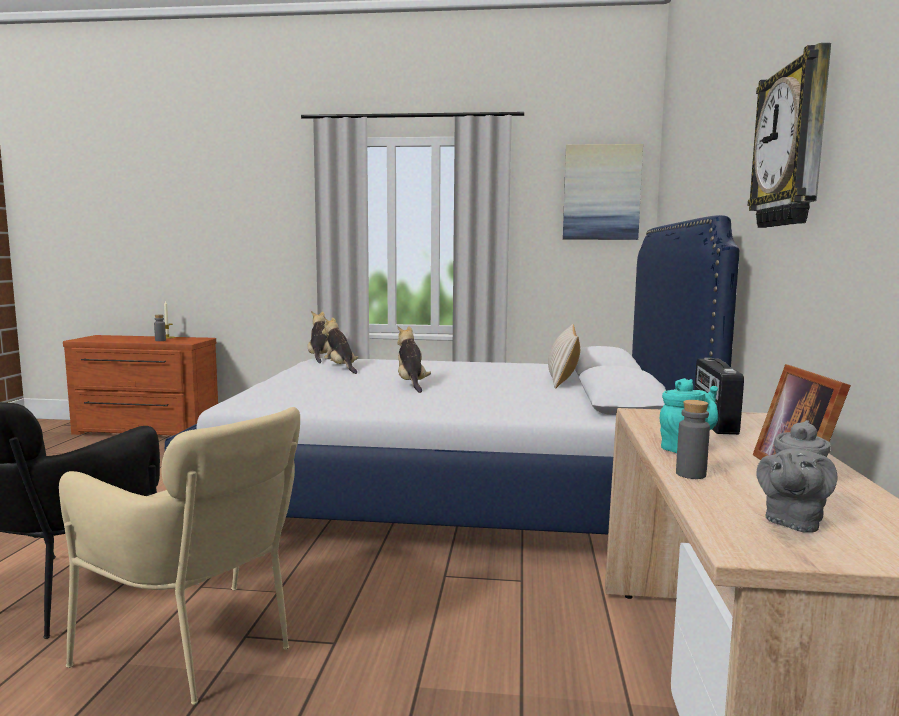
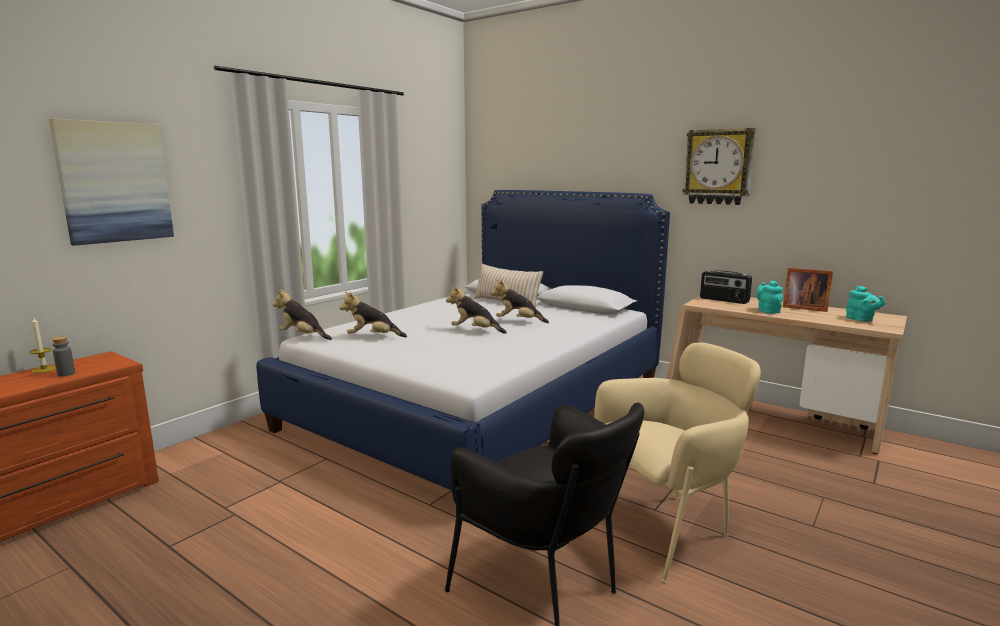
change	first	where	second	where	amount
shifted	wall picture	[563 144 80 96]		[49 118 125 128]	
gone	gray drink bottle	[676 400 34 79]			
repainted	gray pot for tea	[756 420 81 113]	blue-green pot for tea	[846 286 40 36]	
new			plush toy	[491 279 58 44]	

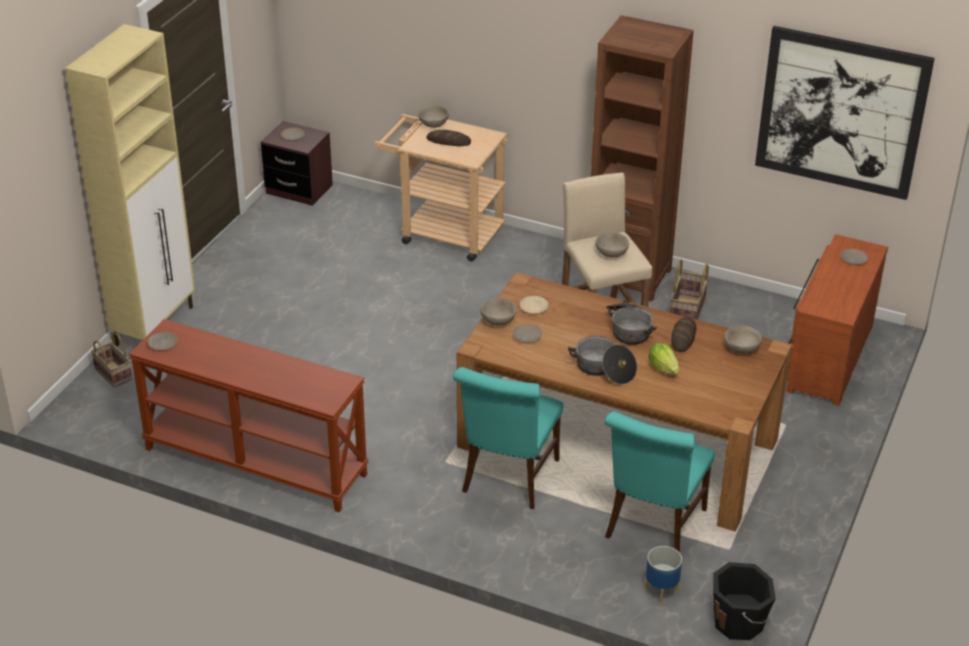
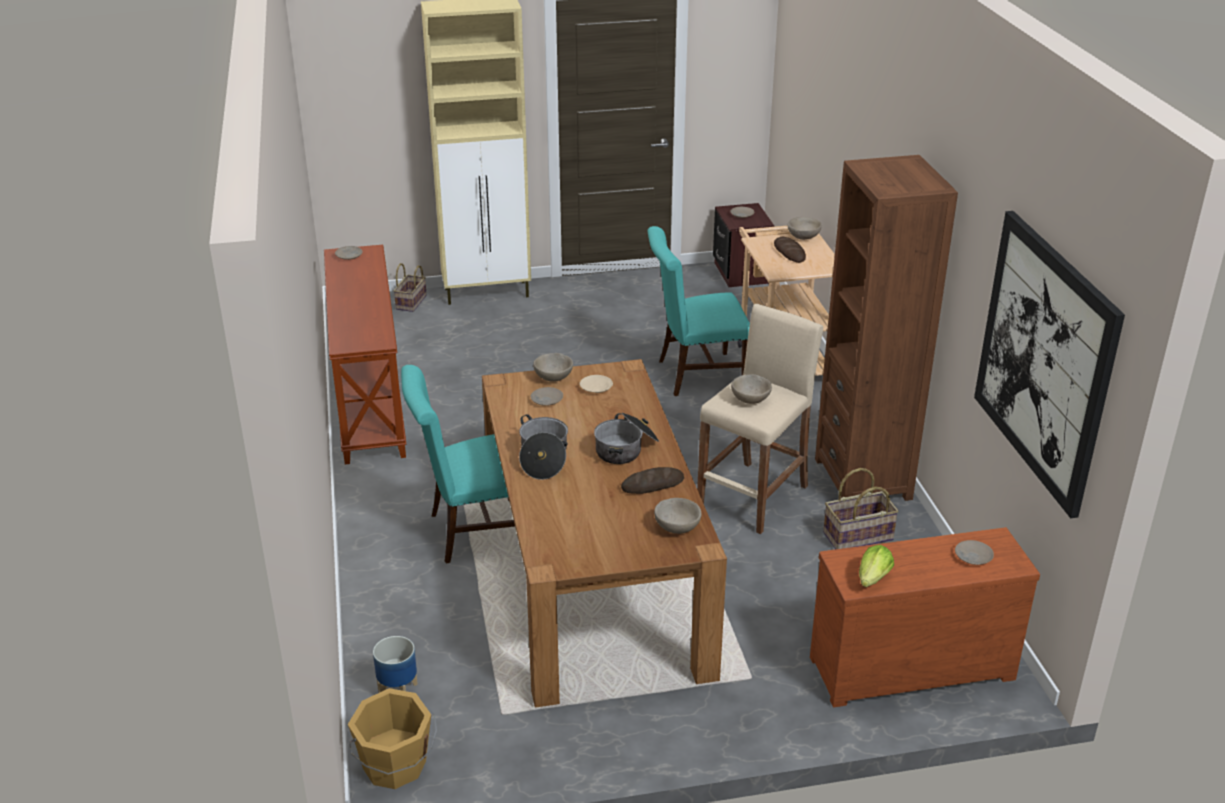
change	first	where	second	where	amount
shifted	lettuce head	[648 343 31 32]		[859 545 35 42]	
shifted	blue-green upright chair	[604 411 111 142]		[648 226 102 170]	
repainted	blackish water bucket	[713 562 63 78]	orange water bucket	[348 688 89 101]	

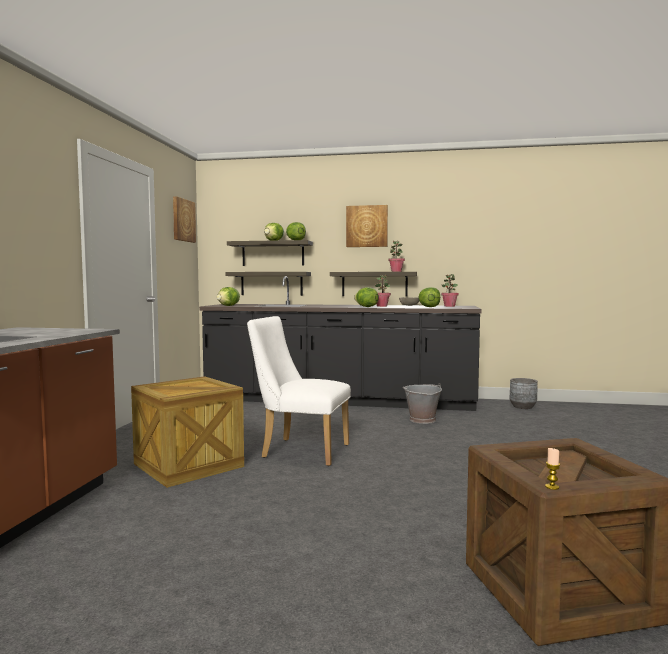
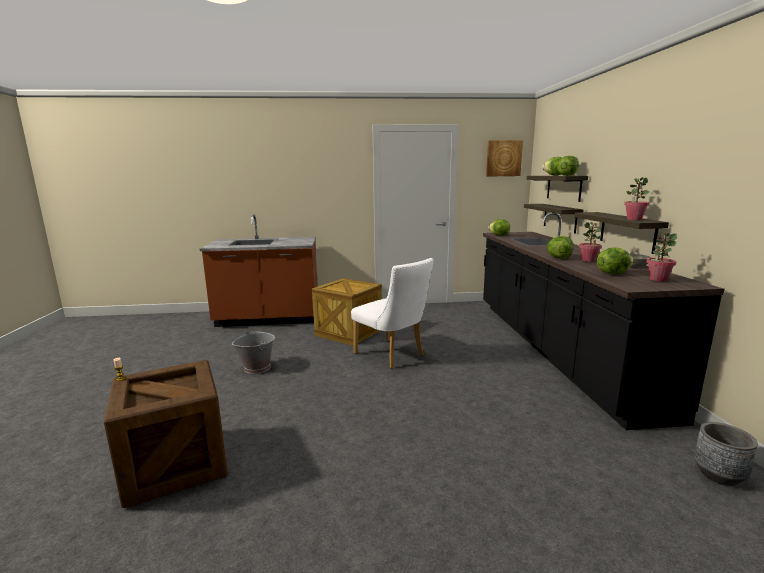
change	first	where	second	where	amount
gone	wall picture	[346 205 42 42]			
rotated	white-coloured upright chair	[247 316 104 150]		[351 258 83 111]	135 degrees clockwise
shifted	gray water bucket	[403 383 39 41]		[232 330 43 44]	

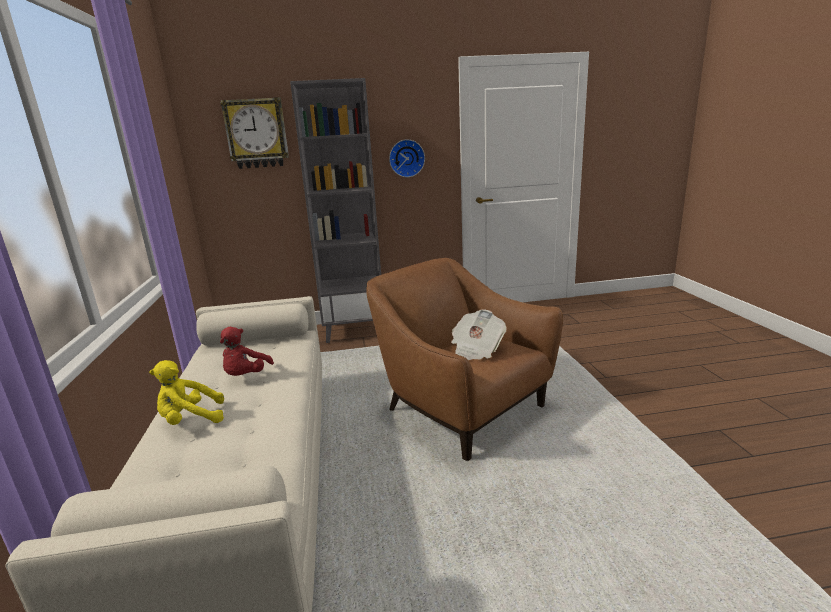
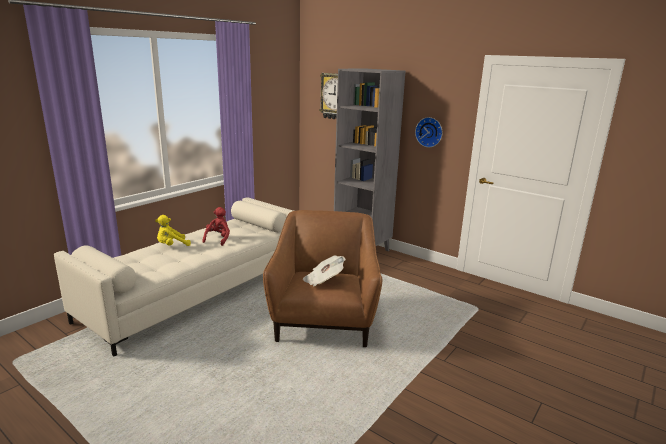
change	first	where	second	where	amount
rotated	red-coloured plush toy	[220 327 54 49]		[202 207 28 39]	135 degrees clockwise
rotated	yellow-coloured plush toy	[149 360 75 65]		[155 215 36 31]	60 degrees counterclockwise

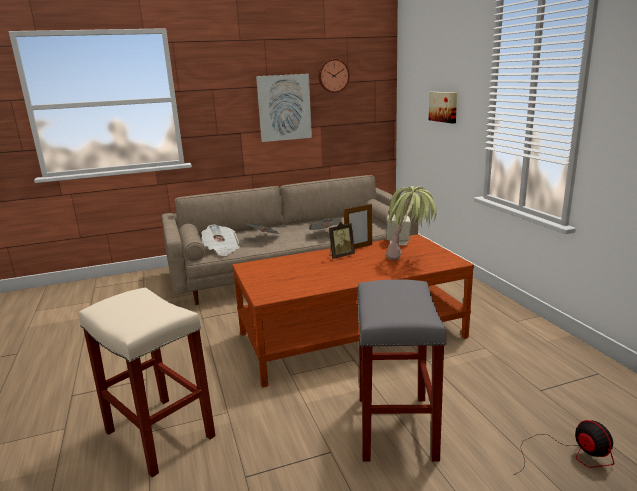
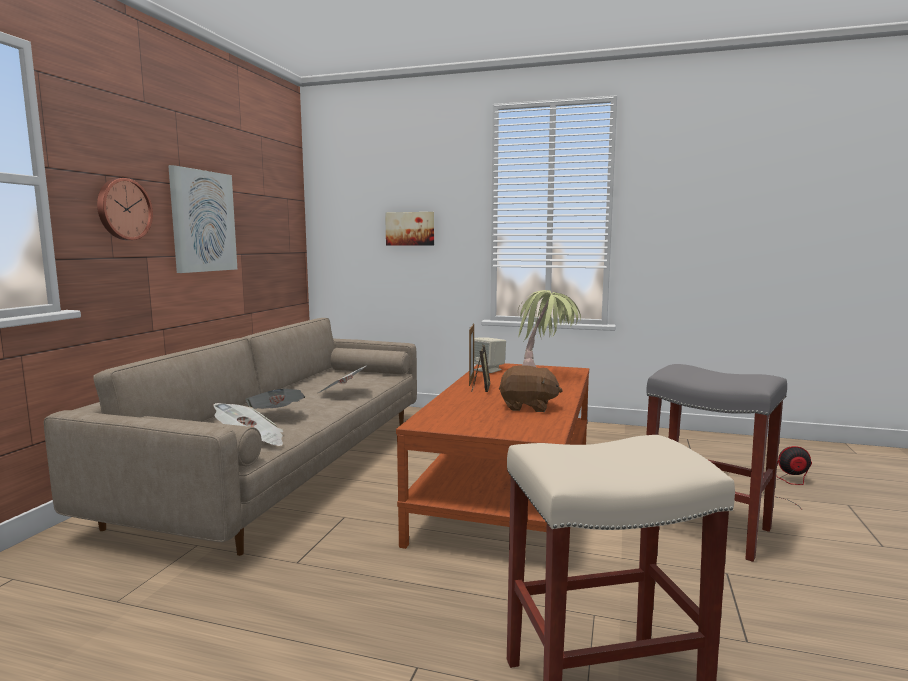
change	first	where	second	where	amount
shifted	wall clock	[318 59 32 34]		[97 178 56 62]	
new			brown-coloured plush toy	[499 365 64 47]	

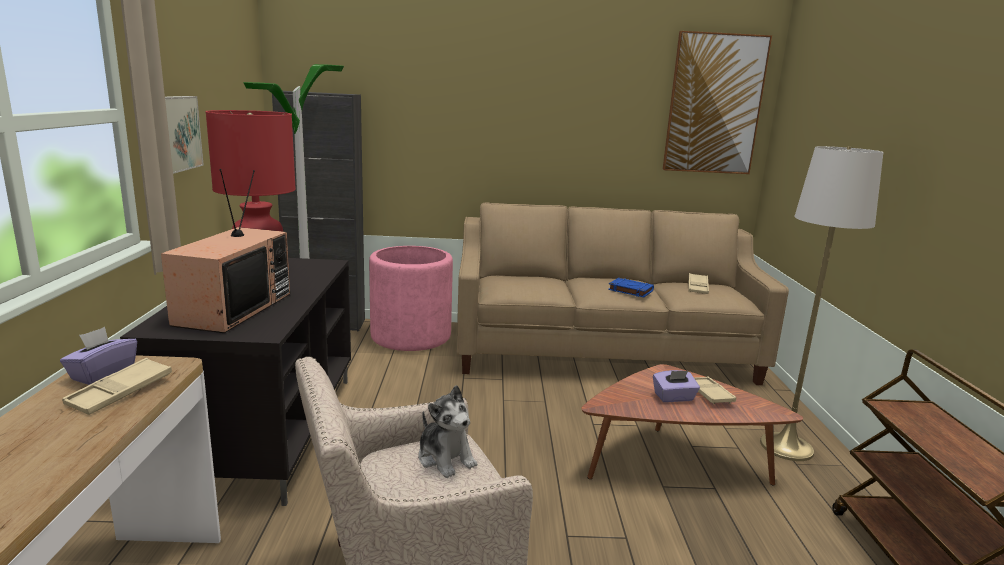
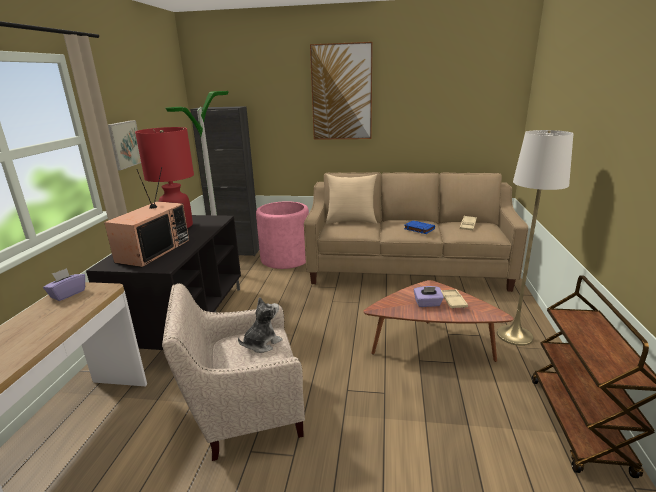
change	first	where	second	where	amount
shifted	wall picture	[662 31 110 143]		[310 42 63 98]	
gone	beige-coloured carrying tray	[62 358 110 57]			
rotated	plush toy	[418 385 59 93]		[238 297 44 56]	105 degrees counterclockwise
new			beige-coloured throw pillow	[326 174 51 50]	

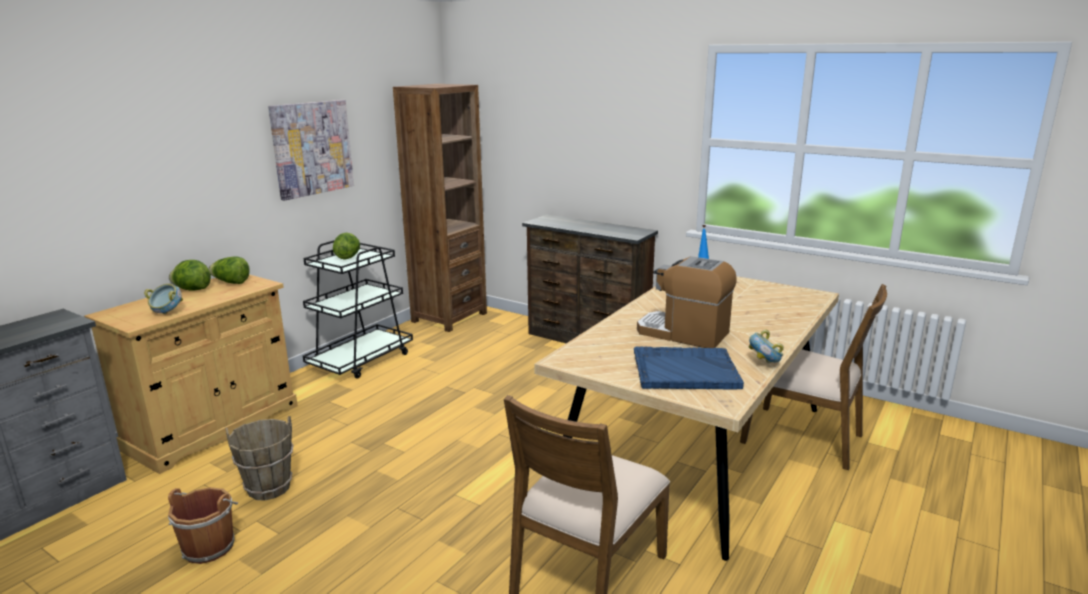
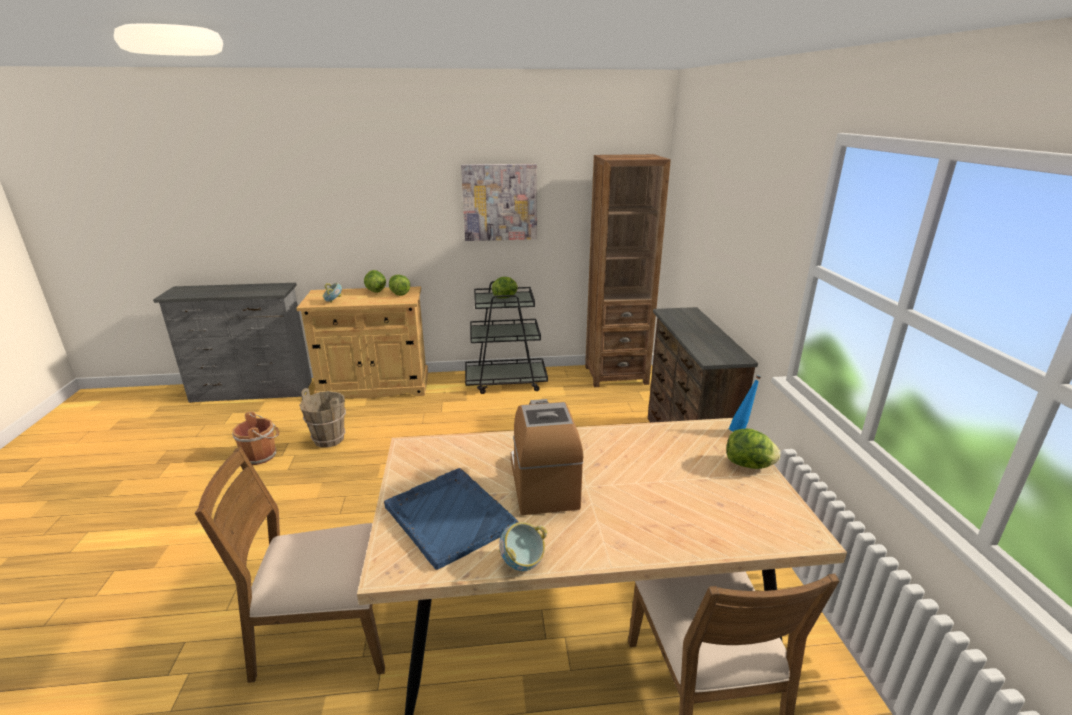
change	first	where	second	where	amount
new			lettuce head	[726 428 54 41]	

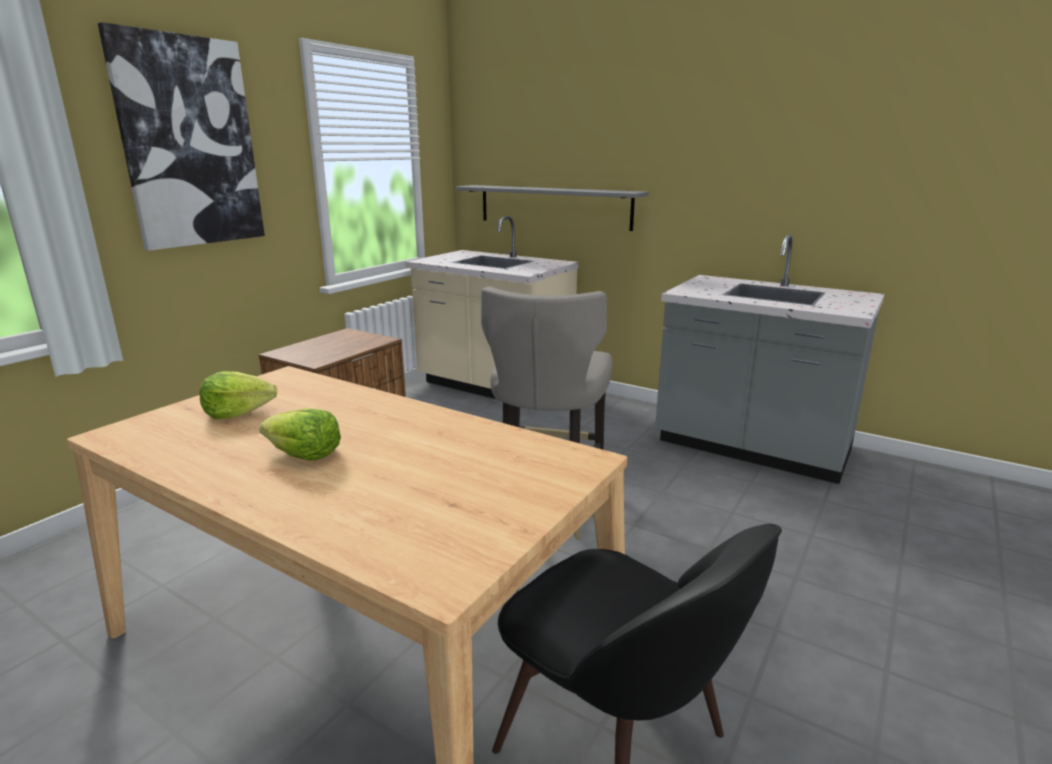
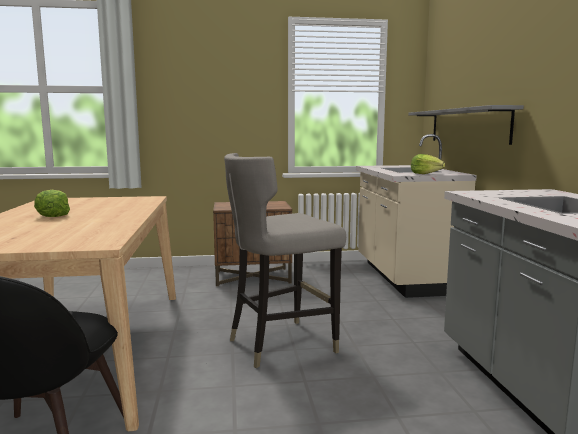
change	first	where	second	where	amount
gone	wall picture	[98 22 167 229]			
shifted	lettuce head	[199 371 78 48]		[411 154 34 20]	

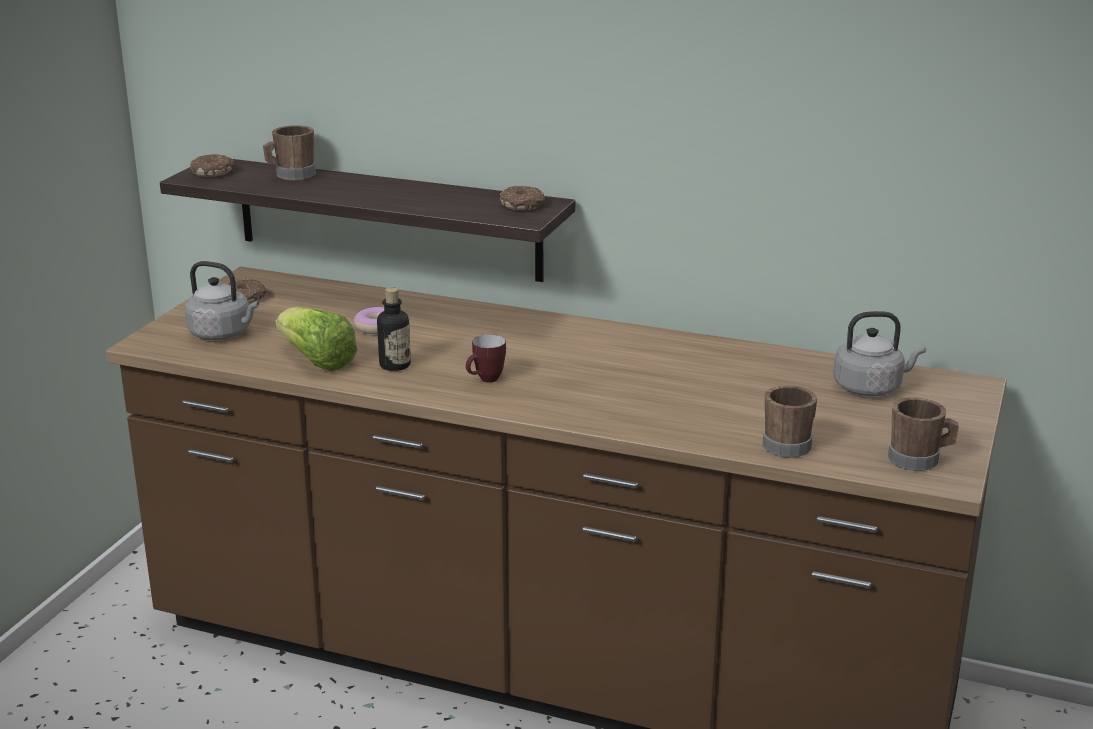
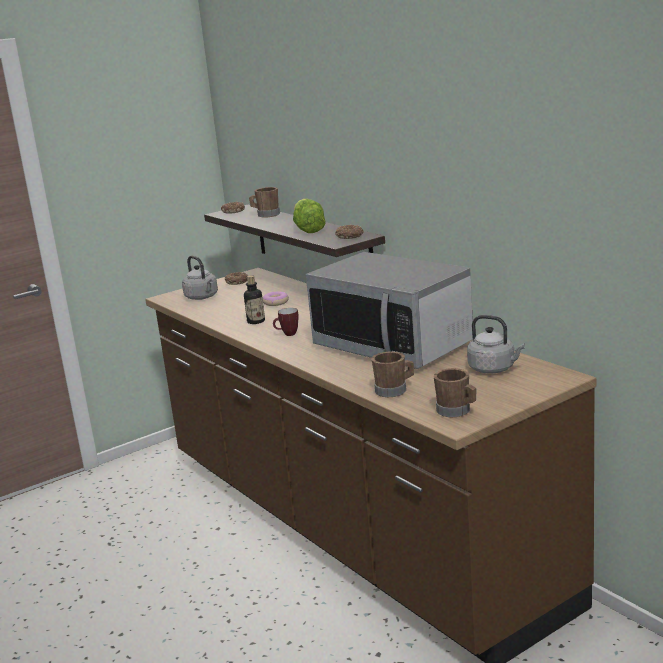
change	first	where	second	where	amount
shifted	lettuce head	[275 307 82 64]		[293 199 33 34]	
new			kitchen microwave	[306 252 167 117]	

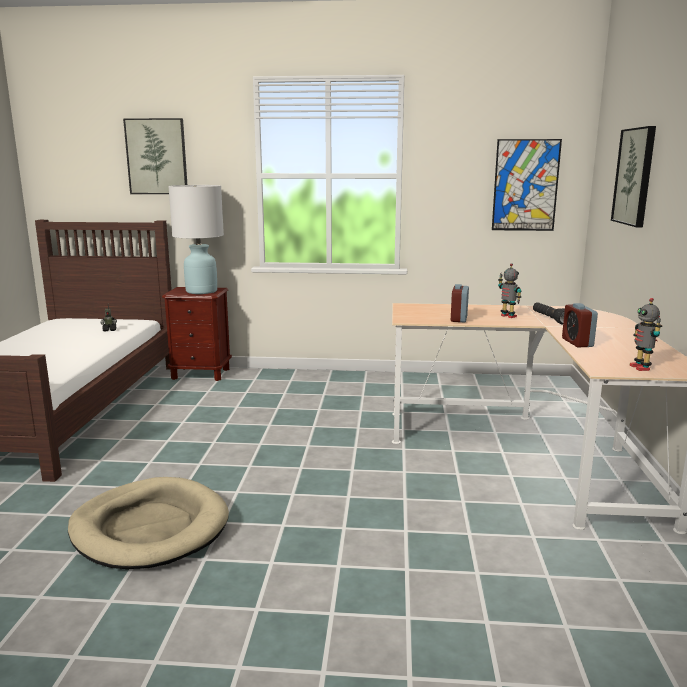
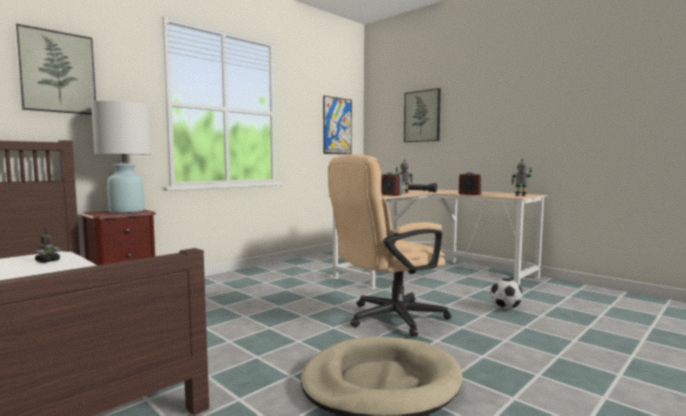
change	first	where	second	where	amount
new			beige-coloured computer chair	[328 154 123 183]	
new			football	[490 278 33 31]	

